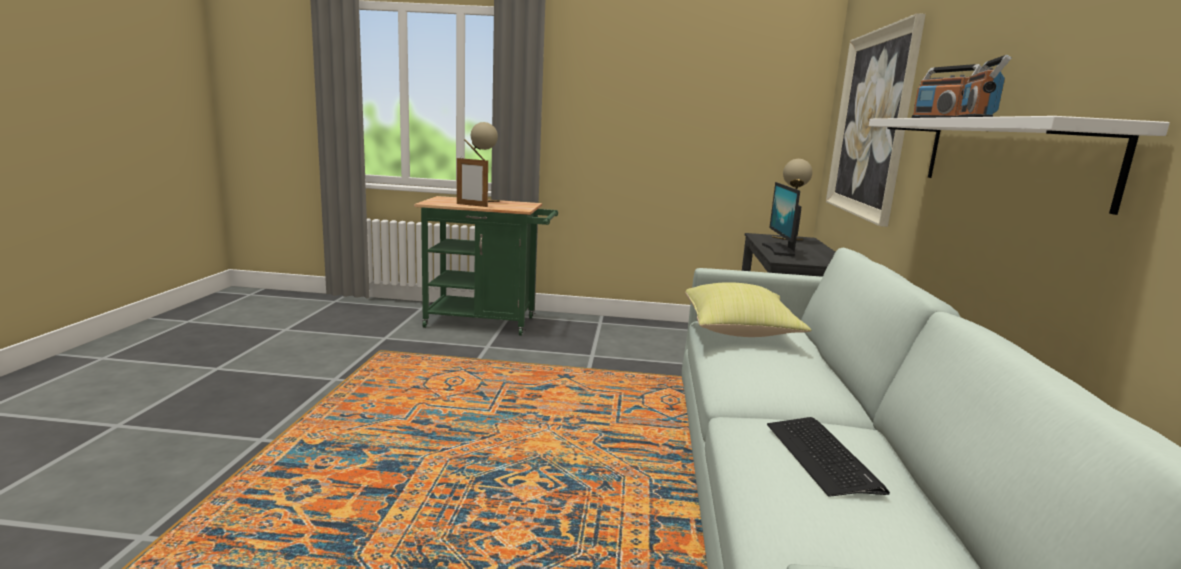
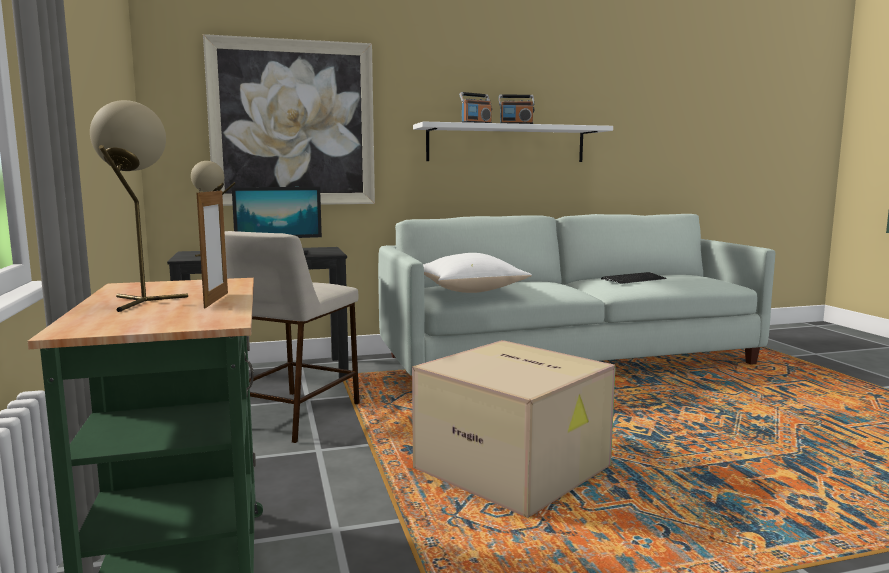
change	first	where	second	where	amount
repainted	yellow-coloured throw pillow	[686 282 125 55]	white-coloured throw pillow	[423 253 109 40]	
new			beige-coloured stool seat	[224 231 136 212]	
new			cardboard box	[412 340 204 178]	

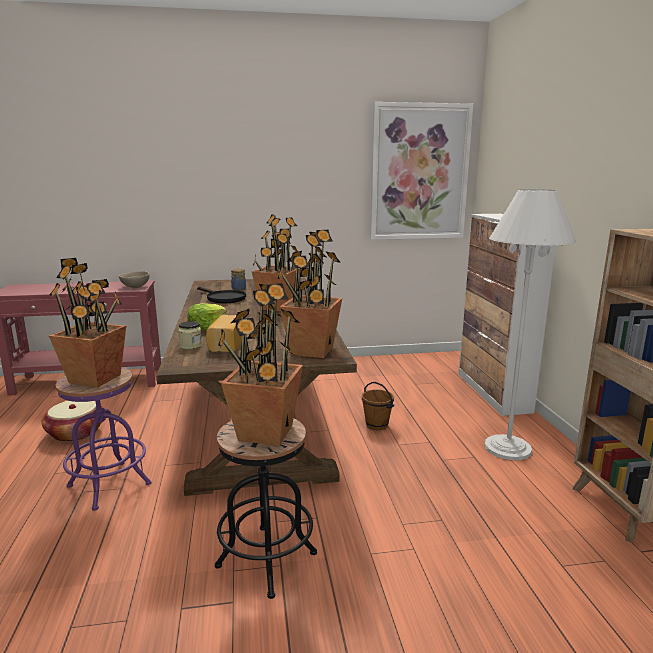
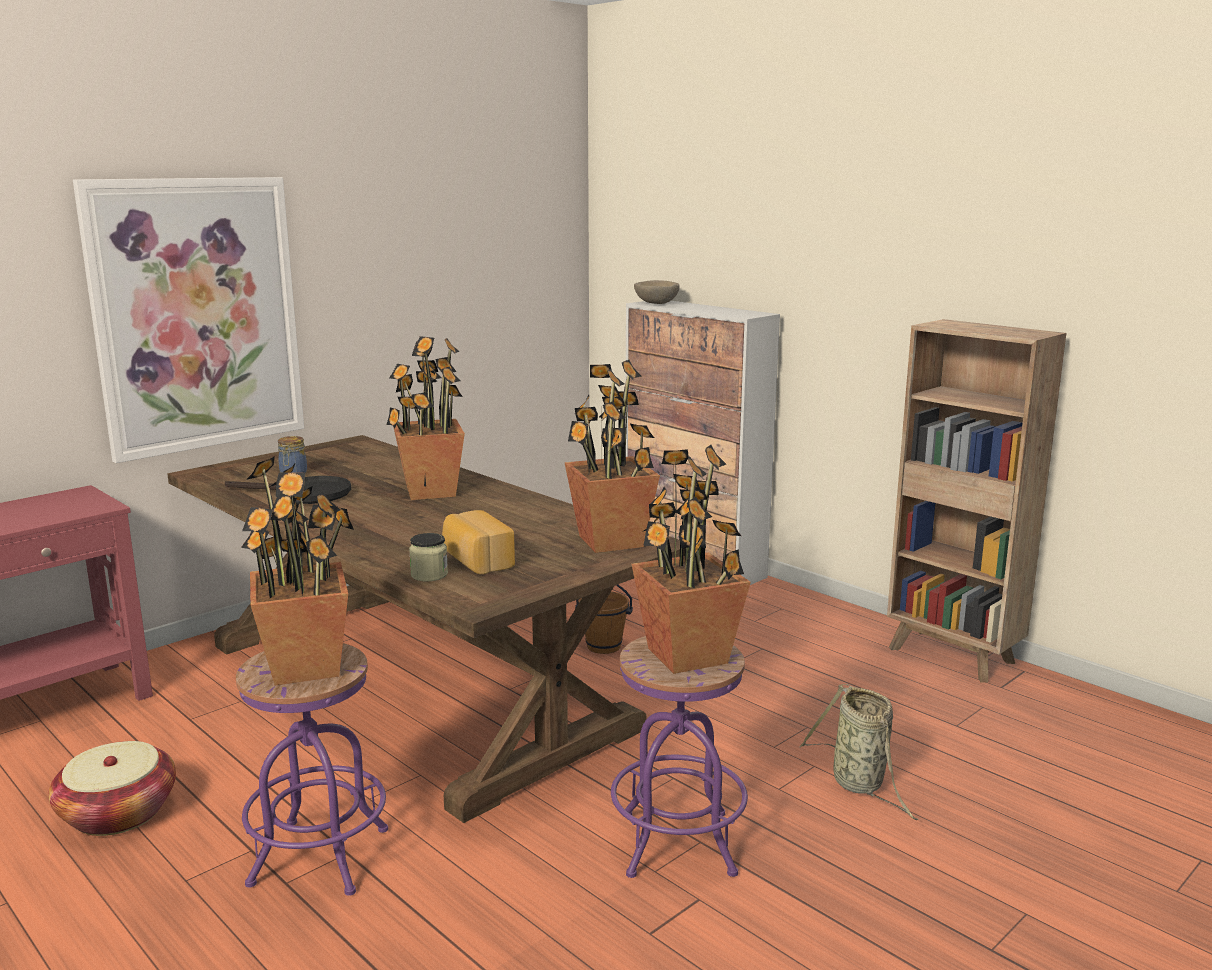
change	first	where	second	where	amount
shifted	wall picture	[370 102 103 138]		[73 177 231 286]	
gone	white-coloured standing lamp	[484 189 92 271]			
shifted	beige-coloured serving bowl	[119 271 31 17]		[634 280 46 24]	
gone	lettuce head	[187 303 40 27]			
repainted	blackish stool seat	[215 418 102 181]	purplish stool seat	[611 636 137 242]	
new			storage basket	[800 684 118 136]	

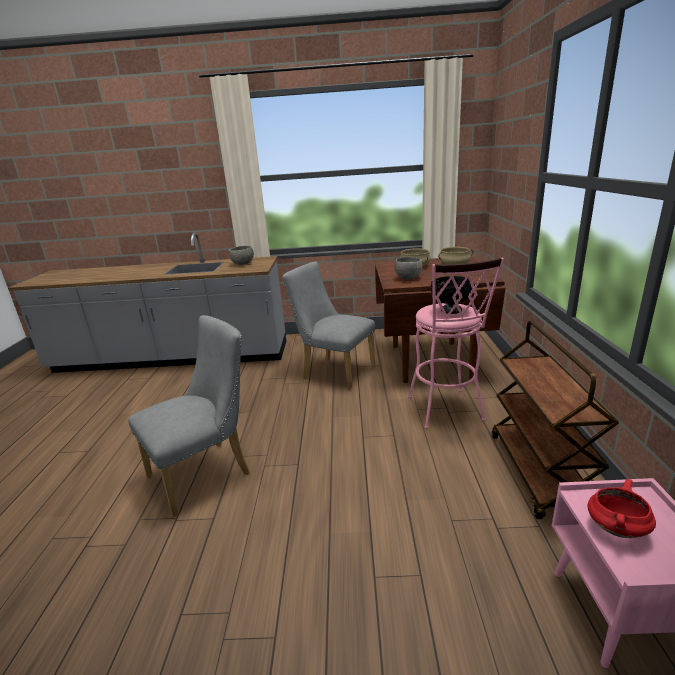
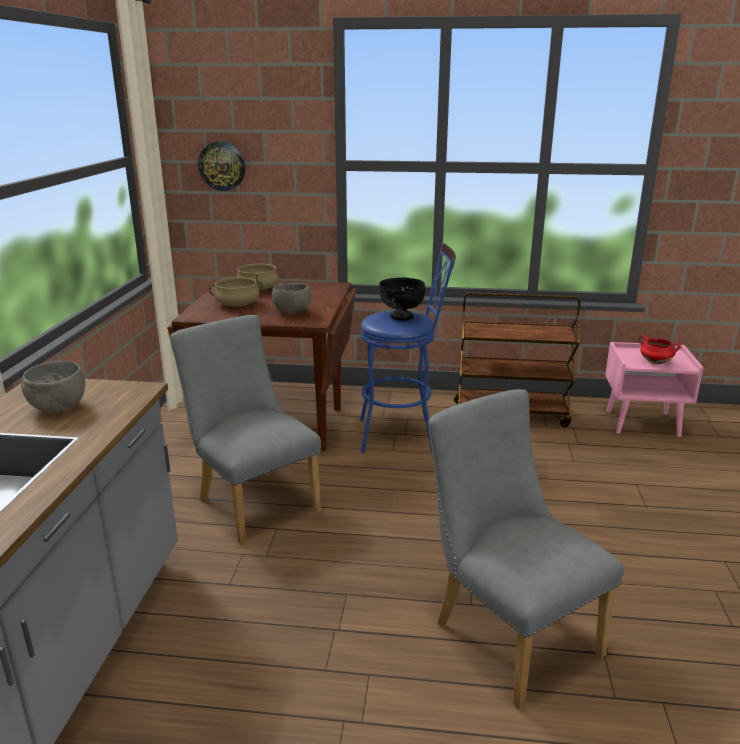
change	first	where	second	where	amount
repainted	pinkish stool seat	[407 257 97 172]	blue stool seat	[360 243 96 210]	
rotated	gray upright chair	[283 262 92 127]		[170 315 151 230]	105 degrees clockwise
new			wall clock	[198 142 47 49]	

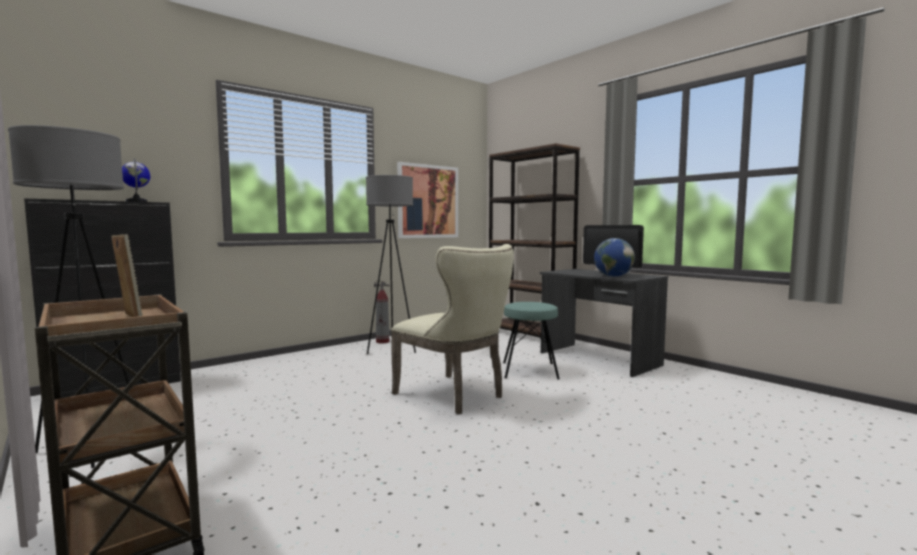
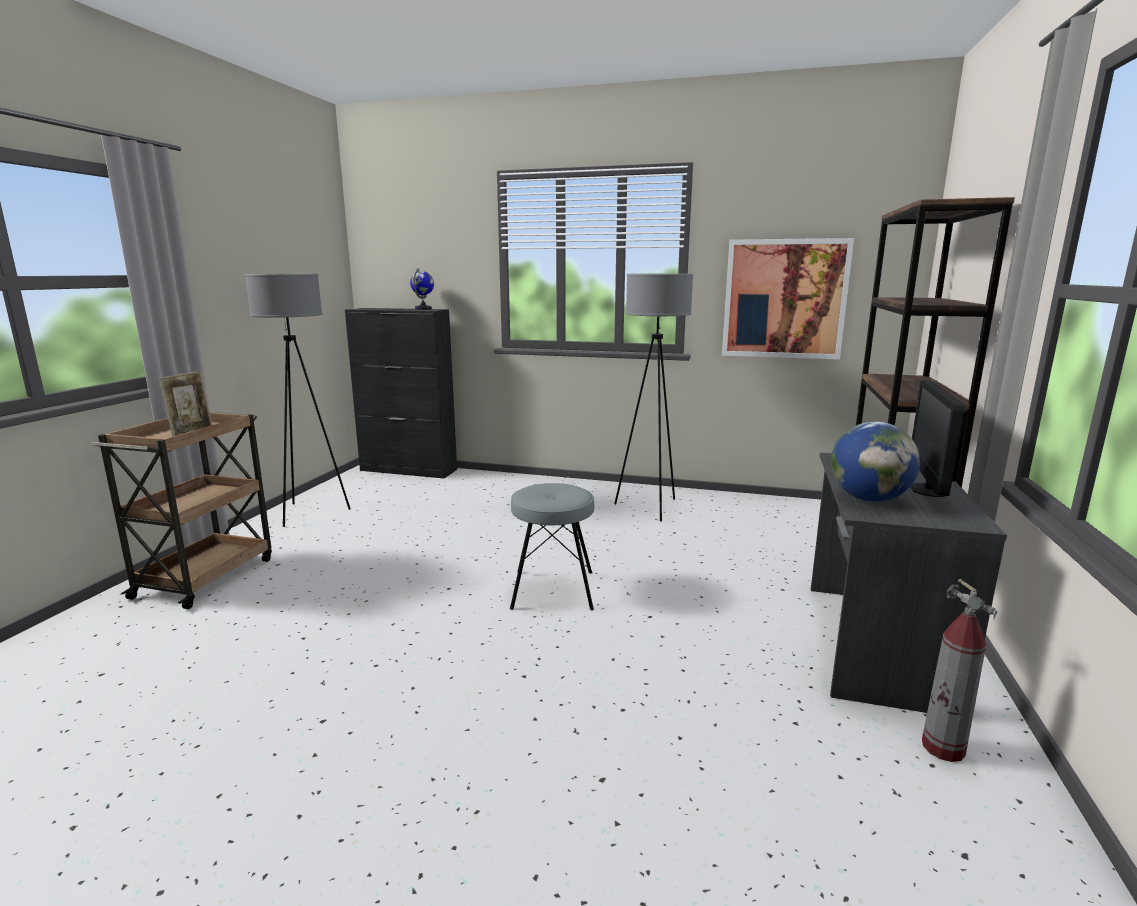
change	first	where	second	where	amount
swapped	beige-coloured upright chair	[391 244 123 170]	gray stool seat	[510 483 84 128]	
shifted	fire extinguisher	[374 280 16 63]		[922 579 76 183]	
gone	blue-green stool seat	[503 302 57 77]			

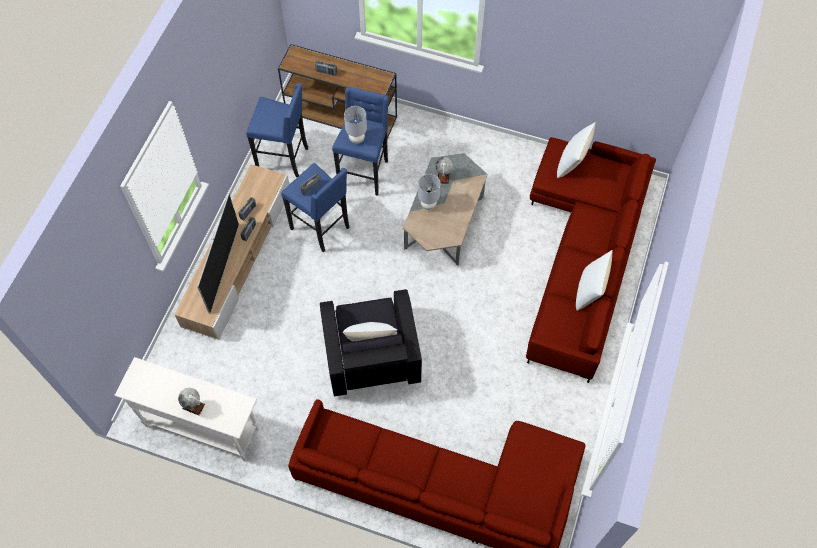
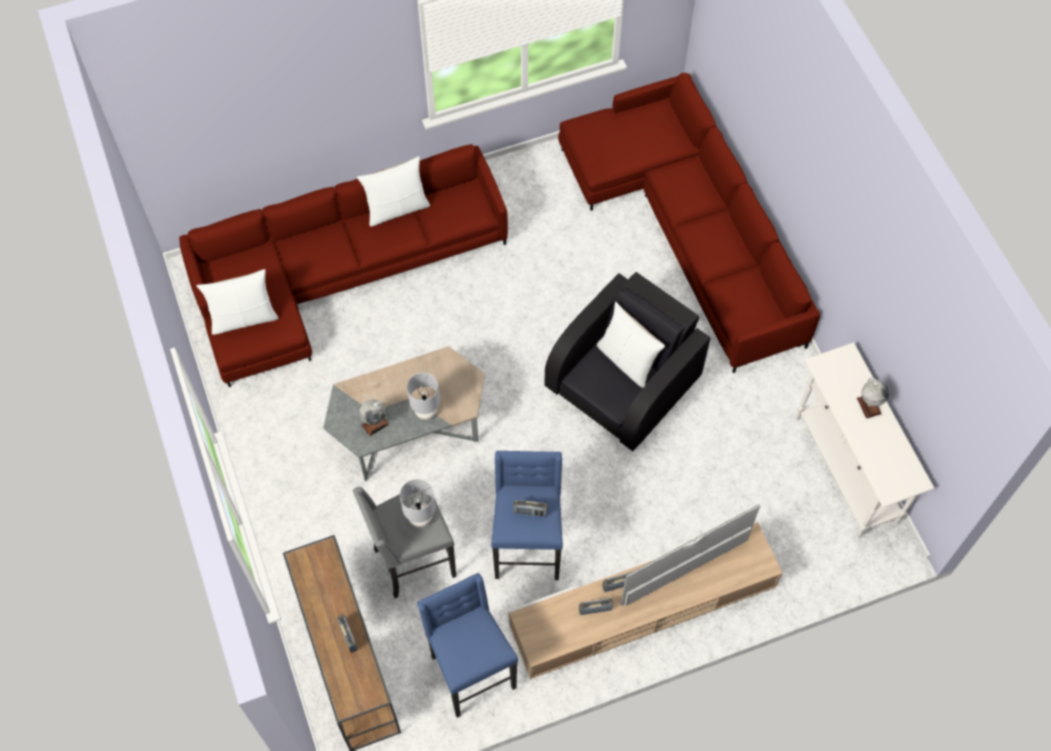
change	first	where	second	where	amount
repainted	blue stool seat	[332 87 56 109]	gray stool seat	[353 487 103 111]	

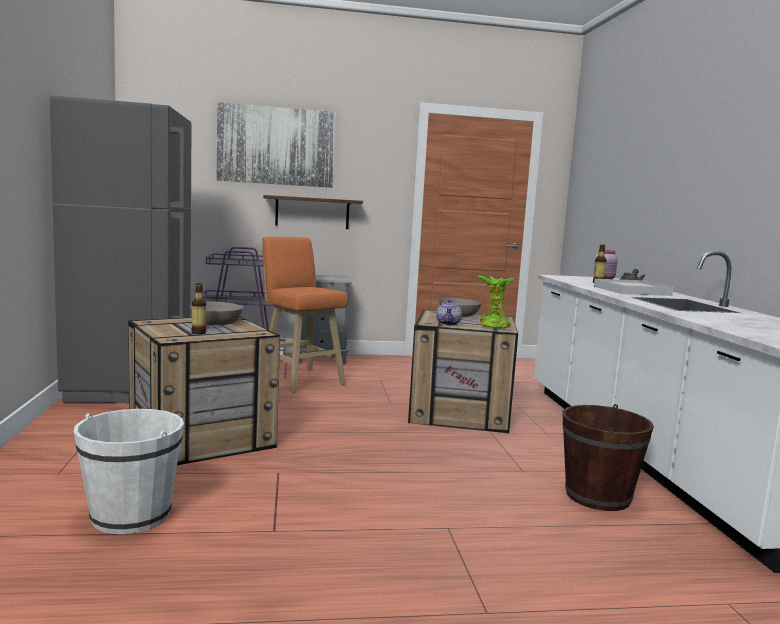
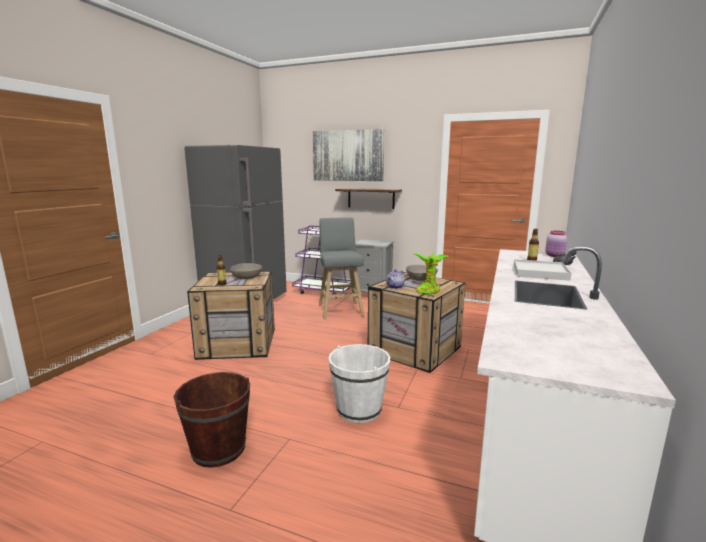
change	first	where	second	where	amount
repainted	orange stool seat	[262 237 86 156]	gray stool seat	[319 218 45 101]	
shifted	brown-coloured water bucket	[562 404 92 107]		[174 372 76 96]	
shifted	white-coloured water bucket	[74 409 110 125]		[328 344 62 79]	

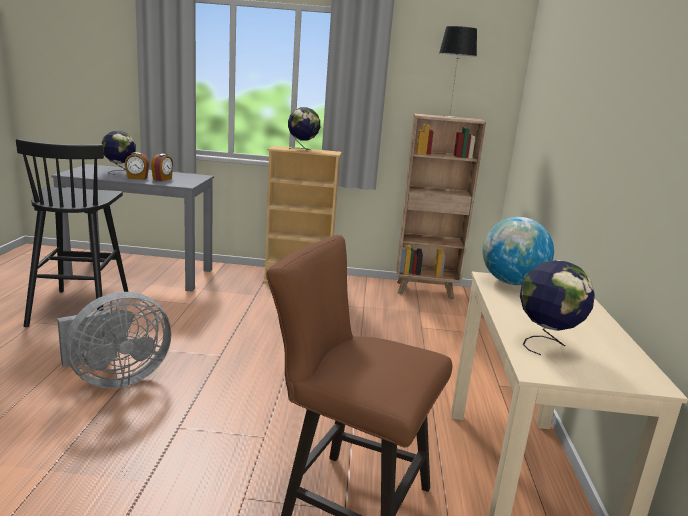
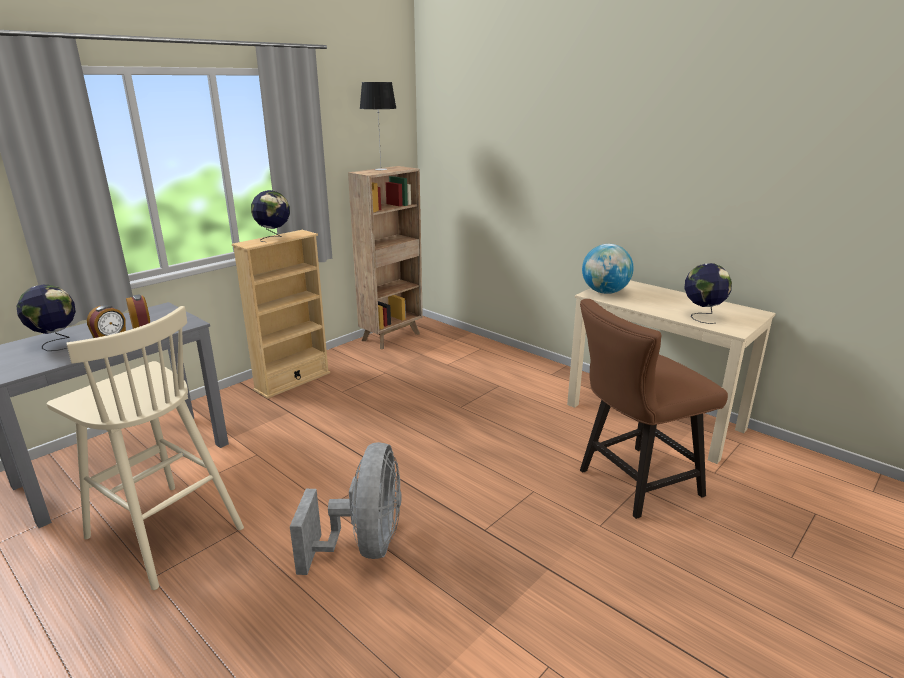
change	first	where	second	where	amount
repainted	blackish stool seat	[16 139 112 188]	beige-coloured stool seat	[47 306 197 284]	

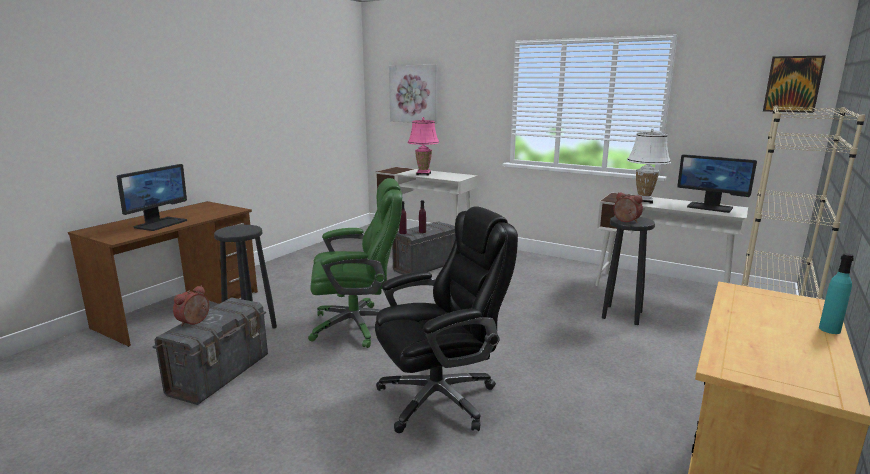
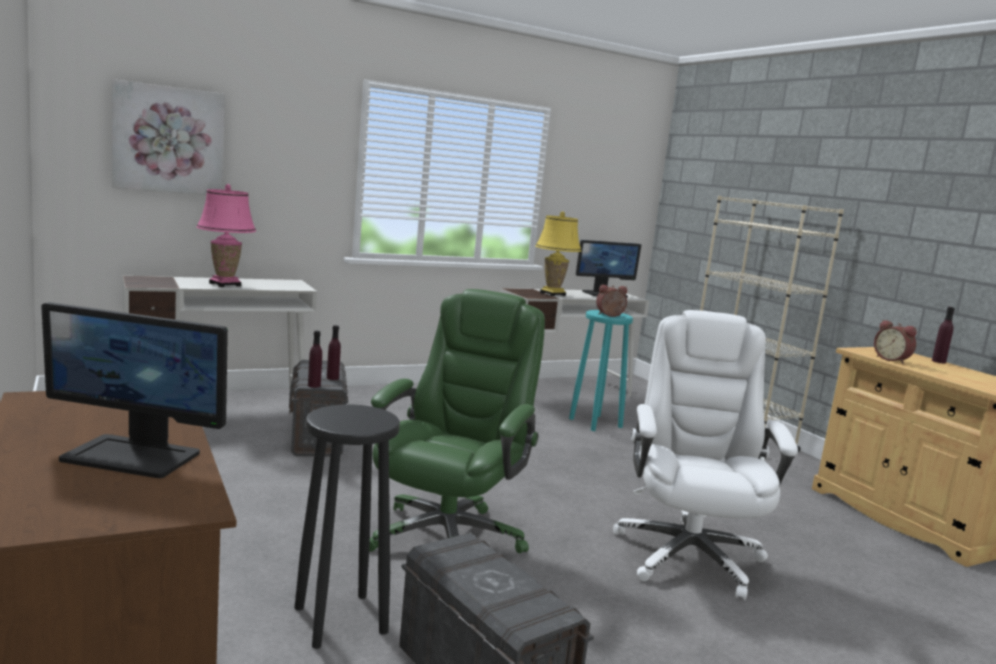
change	first	where	second	where	amount
gone	wall picture	[763 56 63 57]			
repainted	white-coloured table lamp	[627 128 44 76]	yellow-coloured table lamp	[535 212 46 84]	
rotated	monitor	[117 164 70 67]		[41 302 187 176]	135 degrees clockwise
repainted	blackish computer chair	[375 207 143 226]	white-coloured computer chair	[613 310 185 290]	
repainted	blackish stool seat	[602 216 53 109]	blue-green stool seat	[569 310 64 121]	
repainted	blue-green drink bottle	[819 253 35 81]	purplish drink bottle	[932 307 23 57]	
shifted	alarm clock	[173 285 36 42]		[874 320 43 44]	

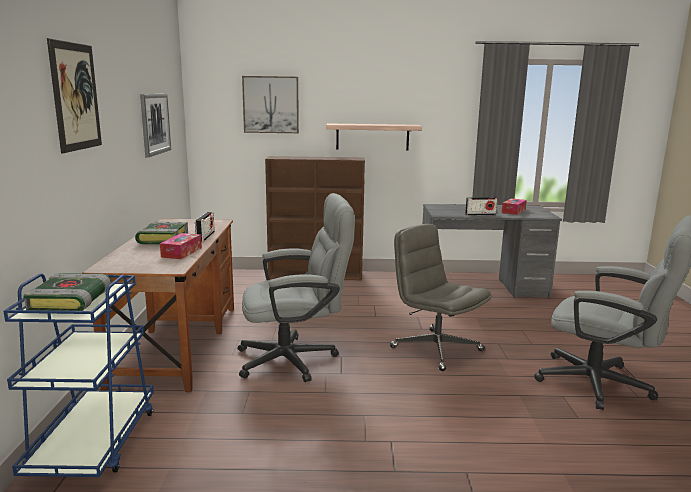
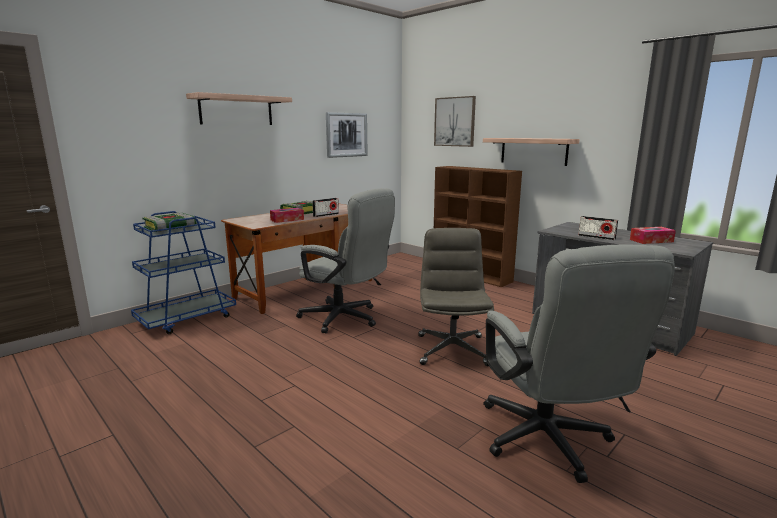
change	first	where	second	where	amount
swapped	wall picture	[47 38 55 115]	wall shelf	[186 92 106 33]	

